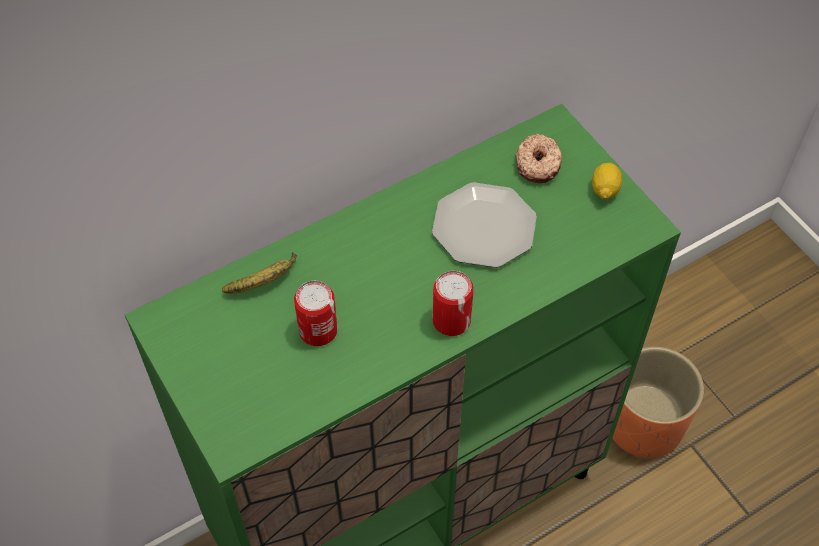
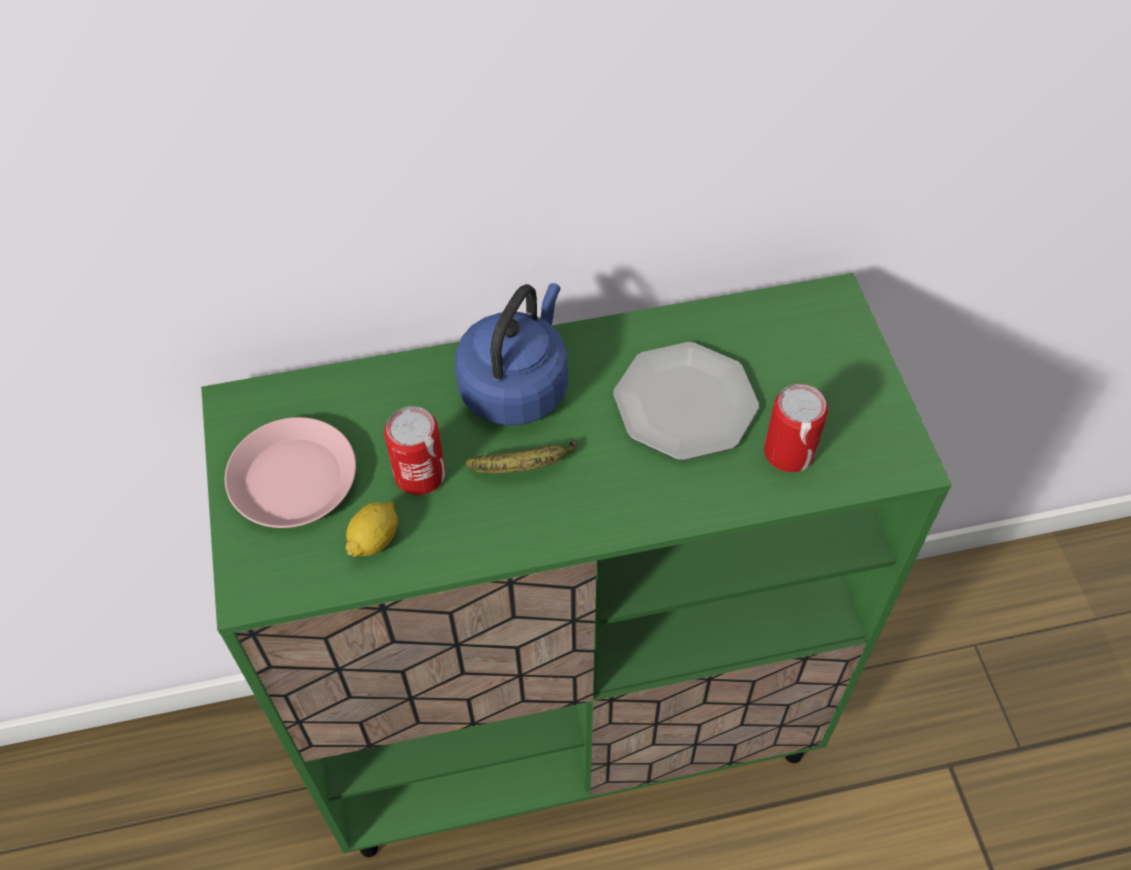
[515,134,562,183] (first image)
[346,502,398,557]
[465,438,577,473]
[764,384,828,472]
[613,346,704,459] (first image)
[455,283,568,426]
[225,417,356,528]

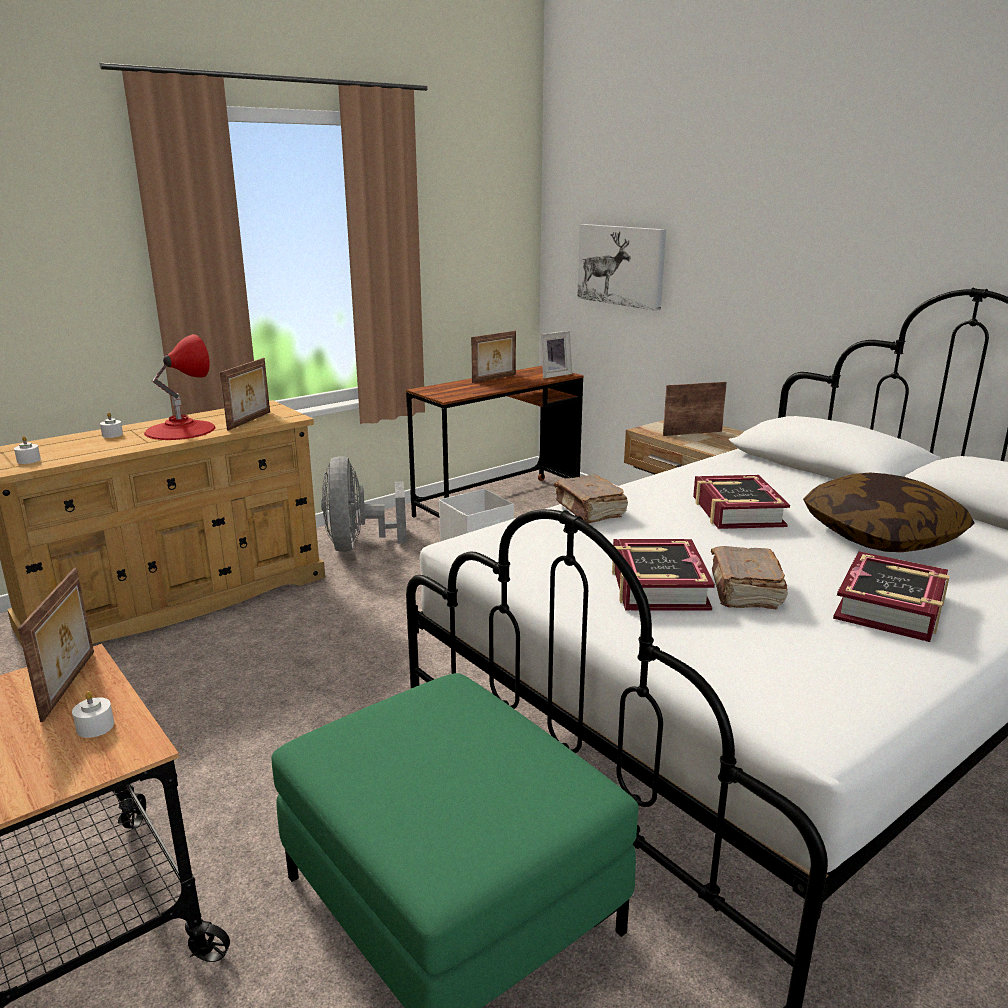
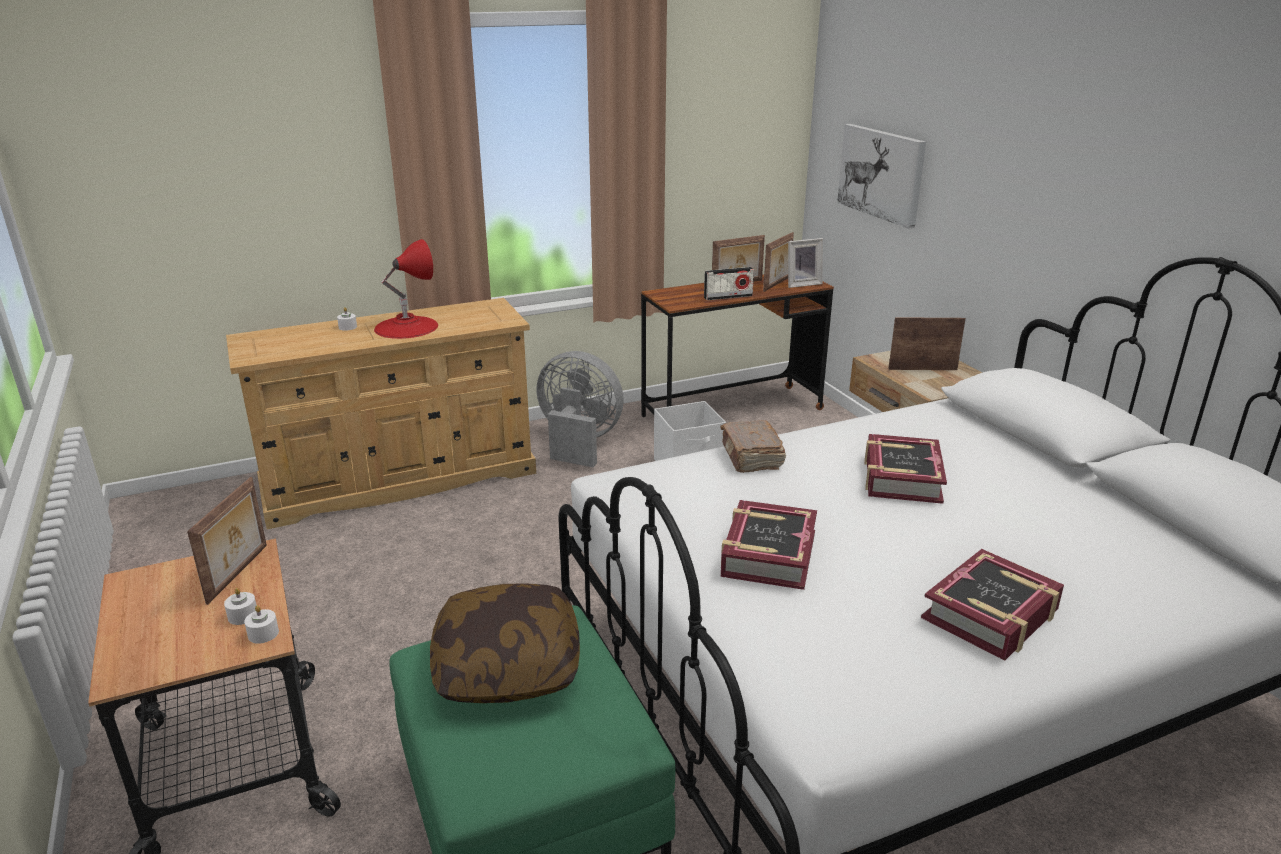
[763,232,794,292]
[244,605,279,644]
[537,351,624,467]
[430,583,580,703]
[711,546,788,609] (first image)
[704,267,754,300]

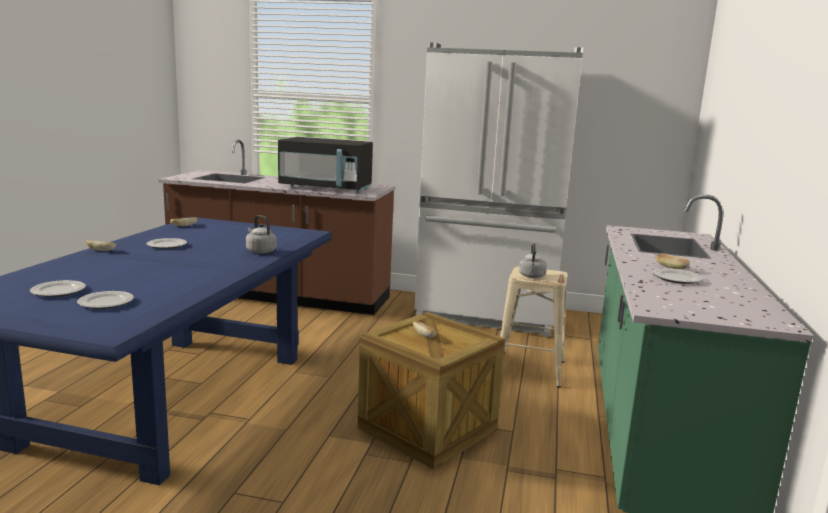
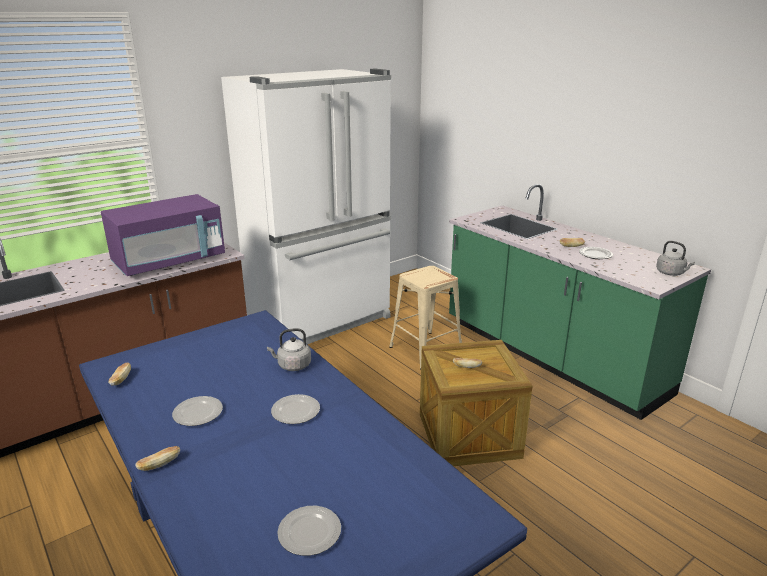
[101,194,225,276]
[656,241,695,276]
[271,394,320,424]

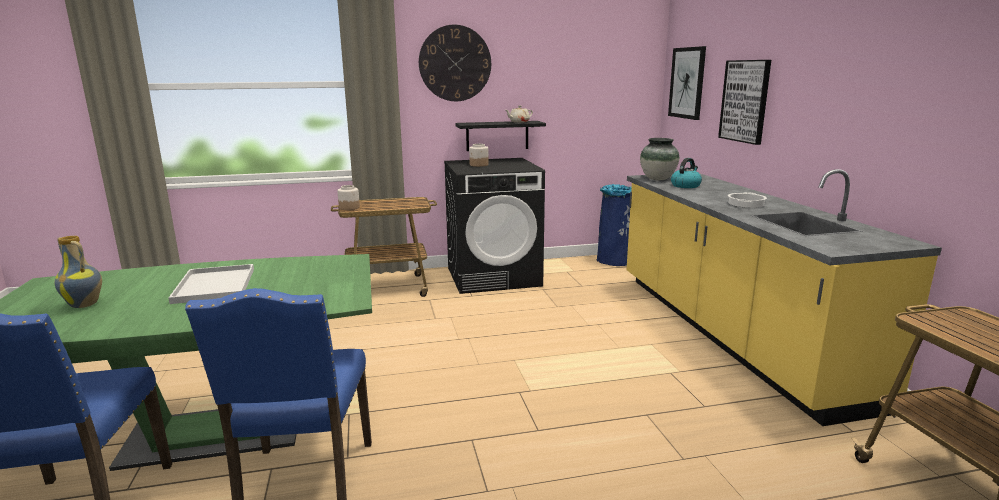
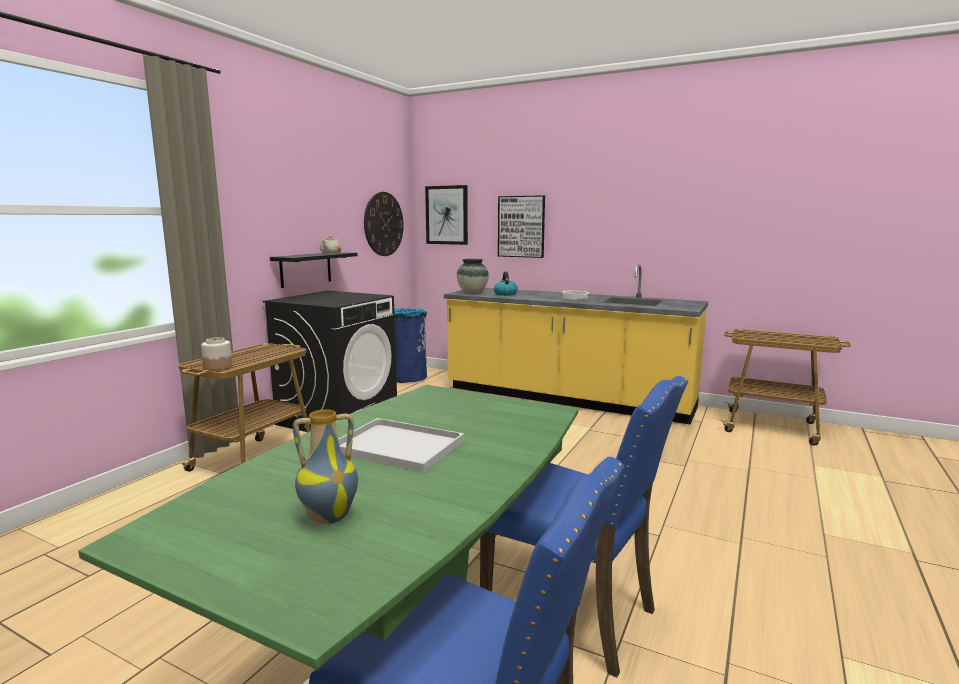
[364,192,404,256]
[469,144,489,167] (first image)

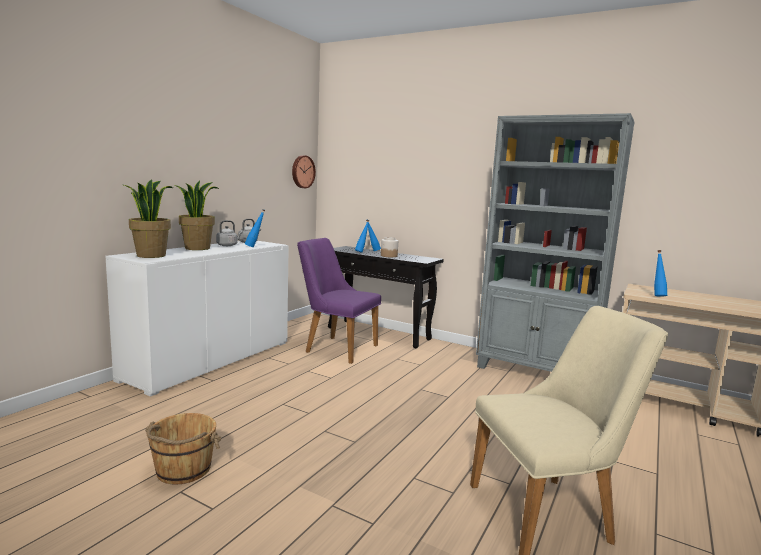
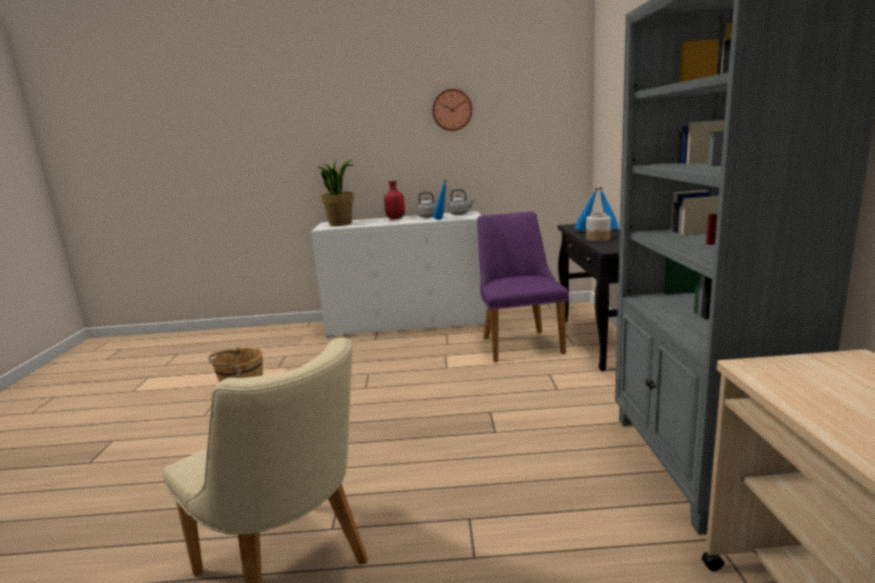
[432,89,472,131]
[384,181,405,219]
[654,250,667,297] (first image)

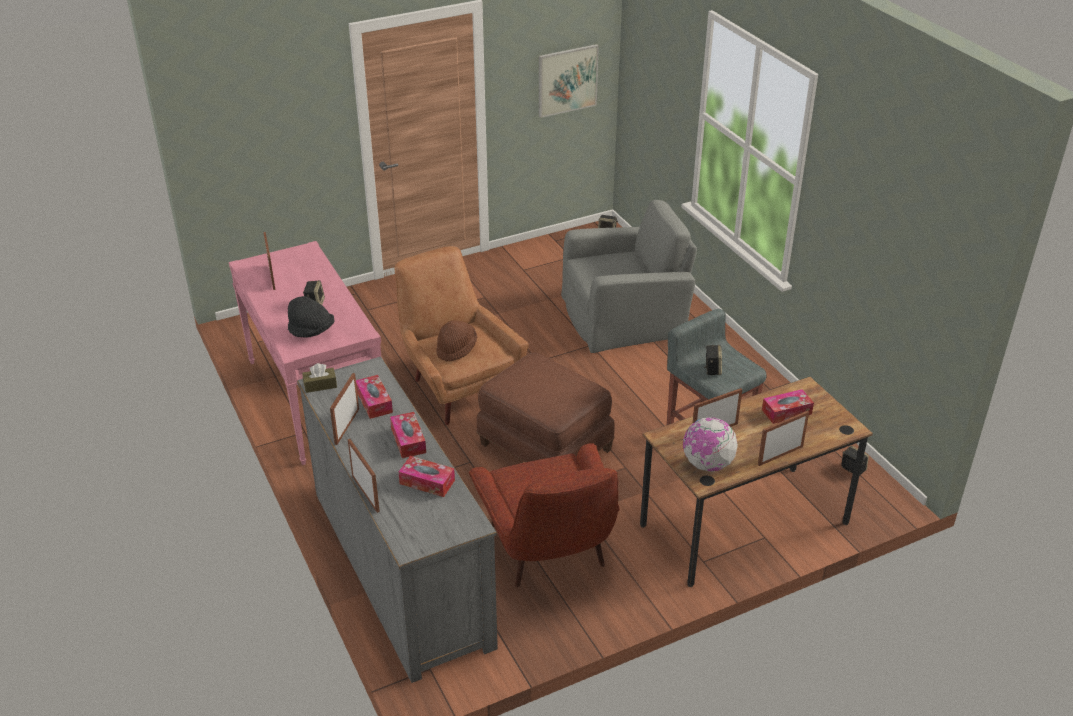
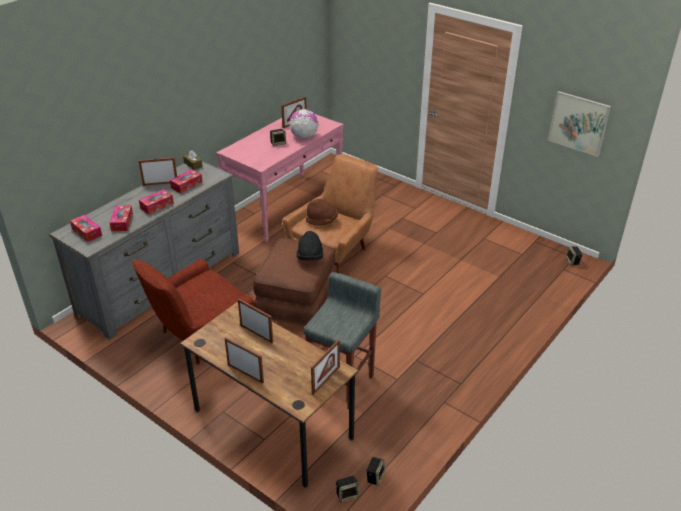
[561,200,697,353] (first image)
[297,231,323,260]
[336,476,359,502]
[70,215,102,242]
[289,109,319,139]
[311,340,340,395]

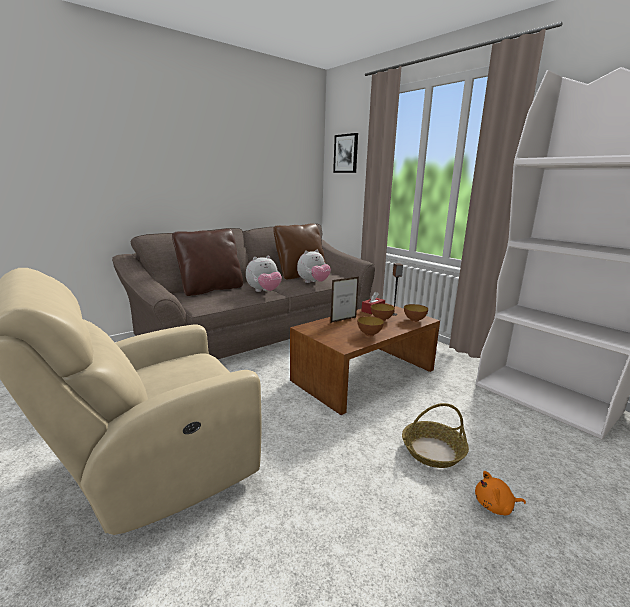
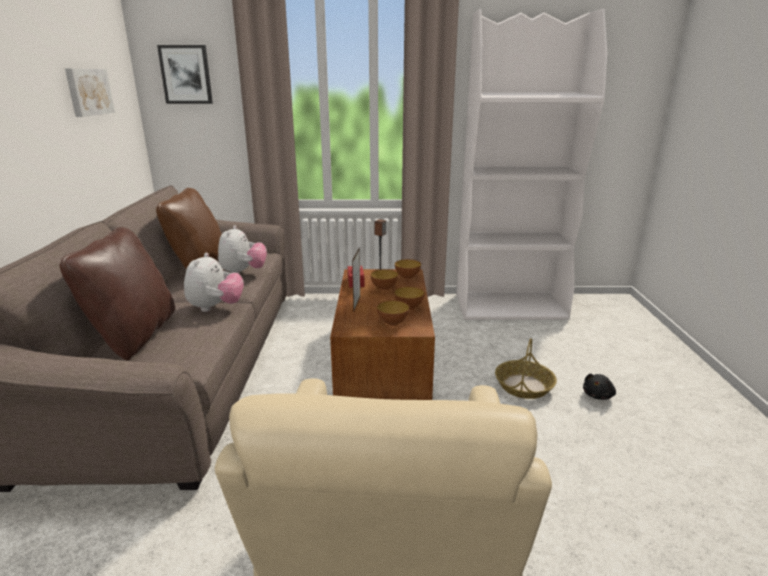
[583,374,616,400]
[65,69,115,117]
[377,300,409,326]

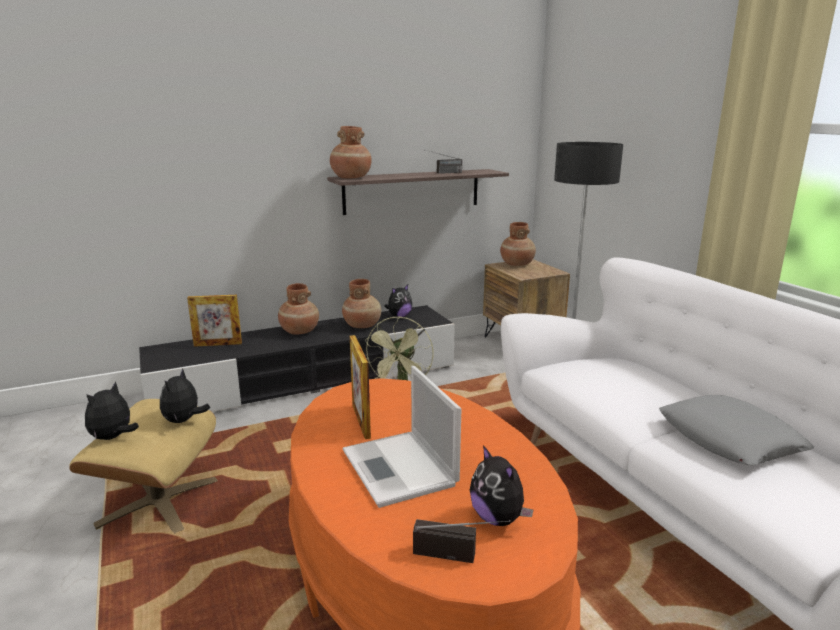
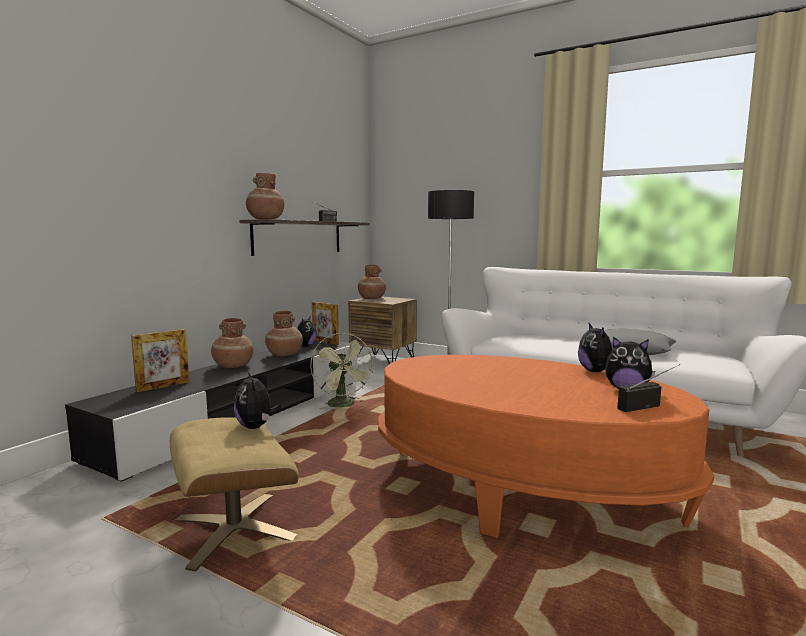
[312,302,339,345]
[342,366,461,508] (first image)
[578,323,612,372]

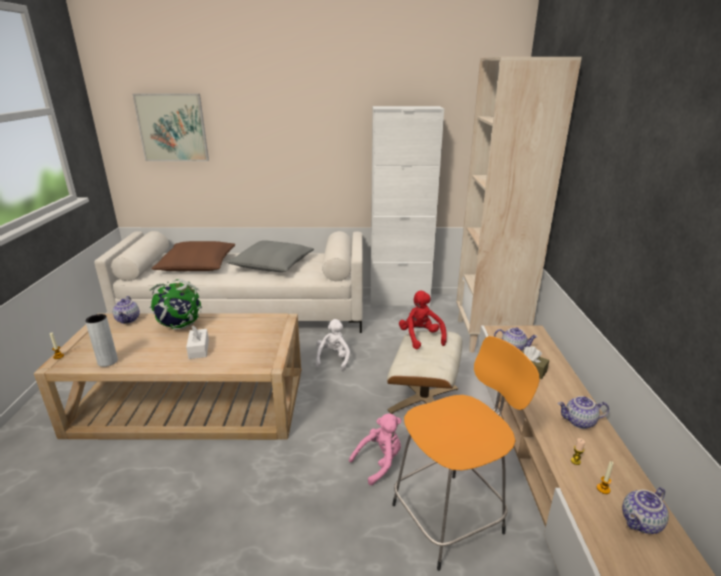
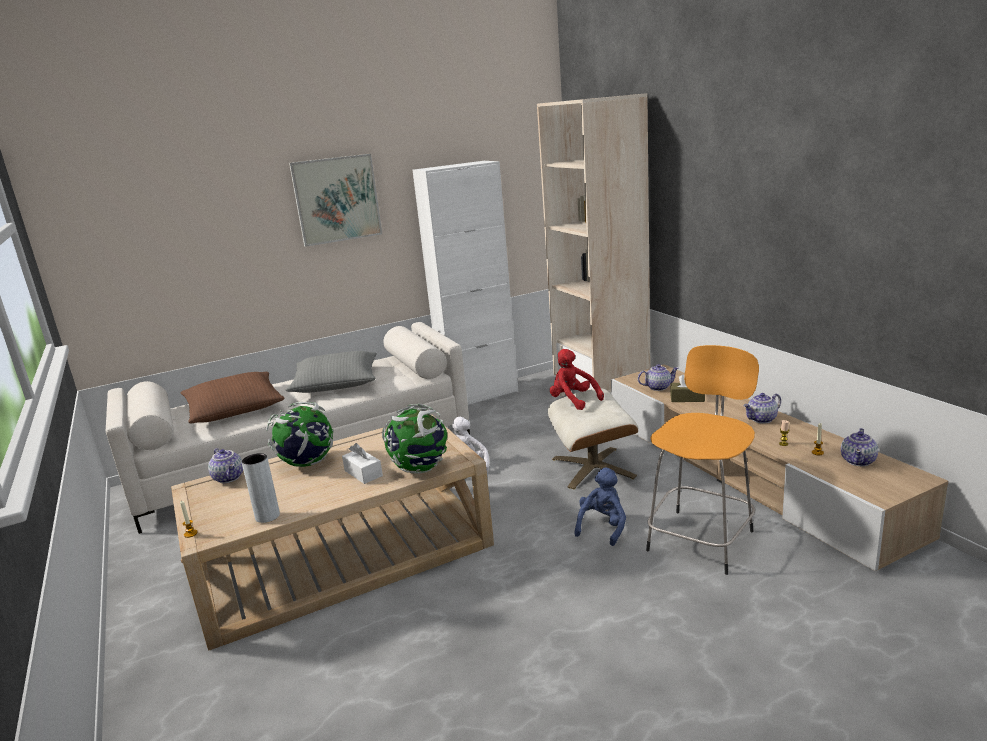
[289,154,382,247]
[575,467,626,546]
[382,403,447,474]

